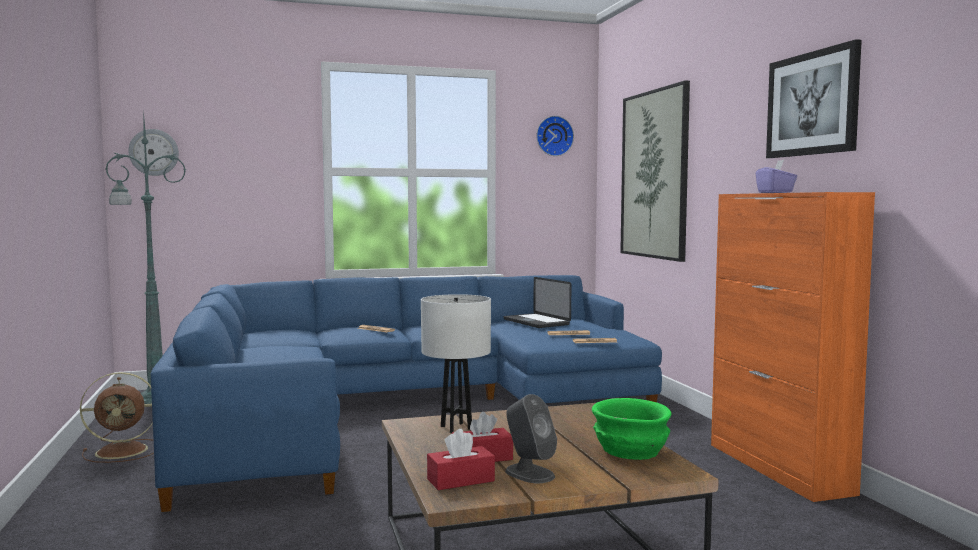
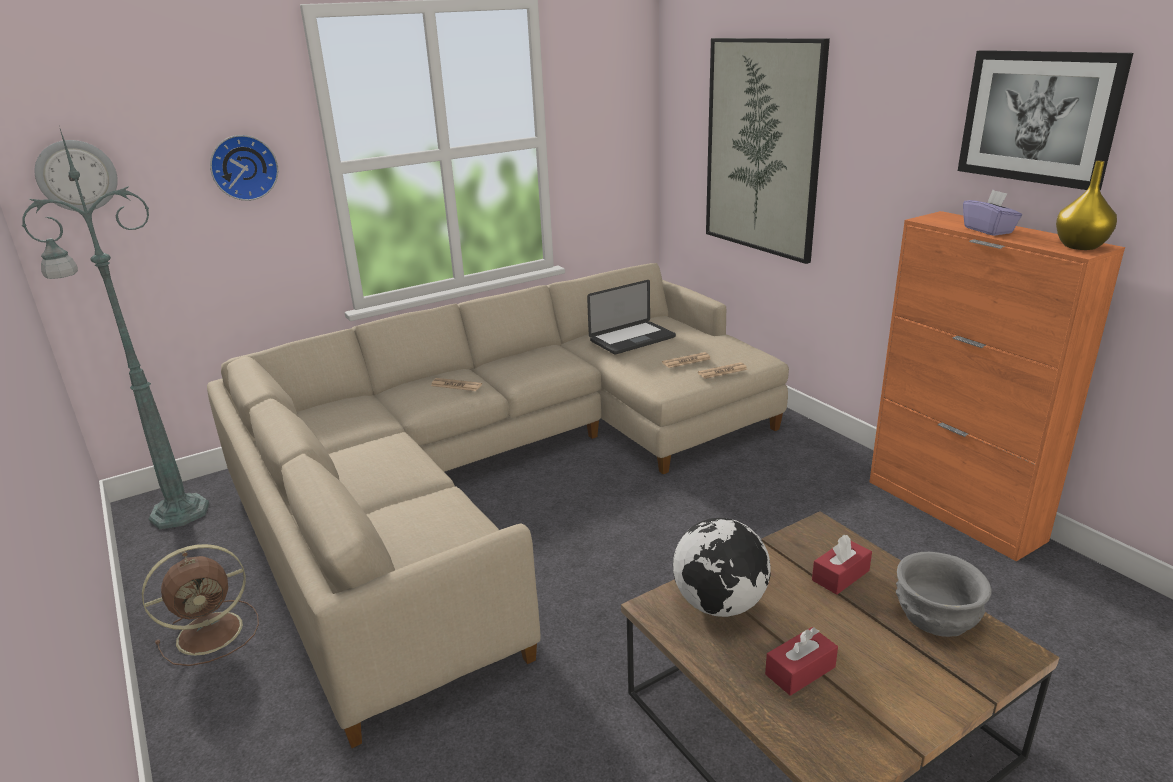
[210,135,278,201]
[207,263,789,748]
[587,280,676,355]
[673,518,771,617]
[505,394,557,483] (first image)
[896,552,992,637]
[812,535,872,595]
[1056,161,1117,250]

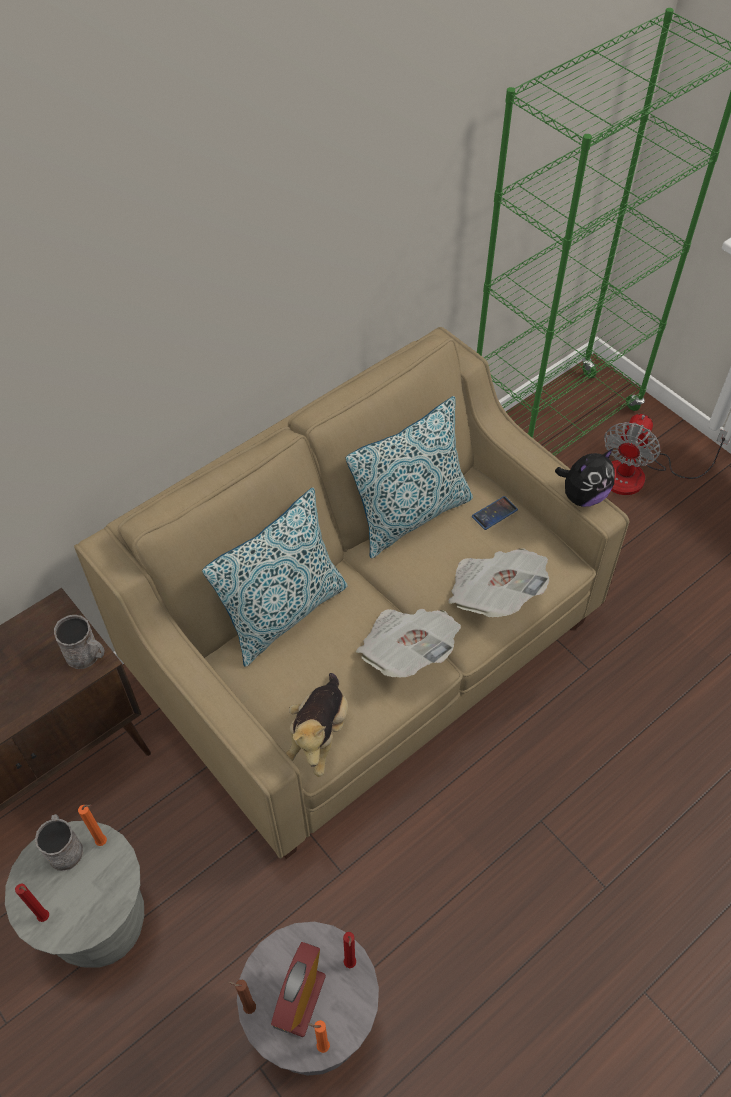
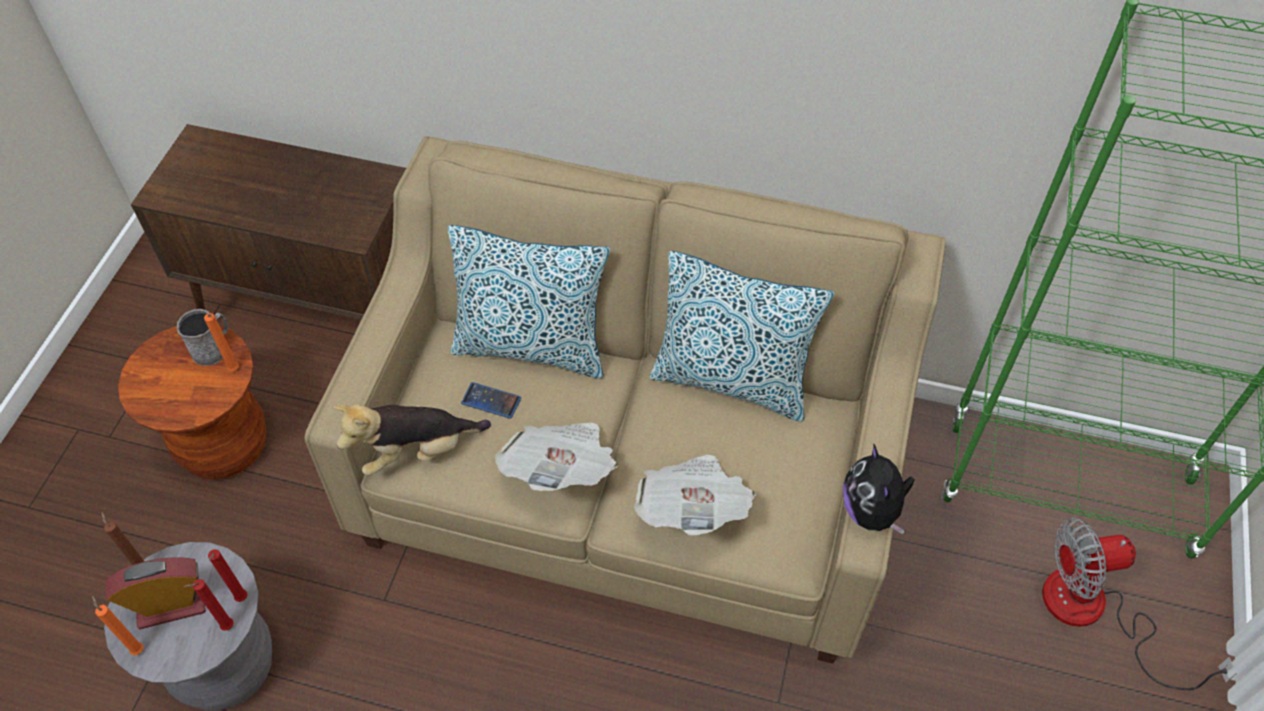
[843,443,915,534]
[461,382,521,419]
[54,615,105,669] (first image)
[118,326,266,479]
[208,549,247,602]

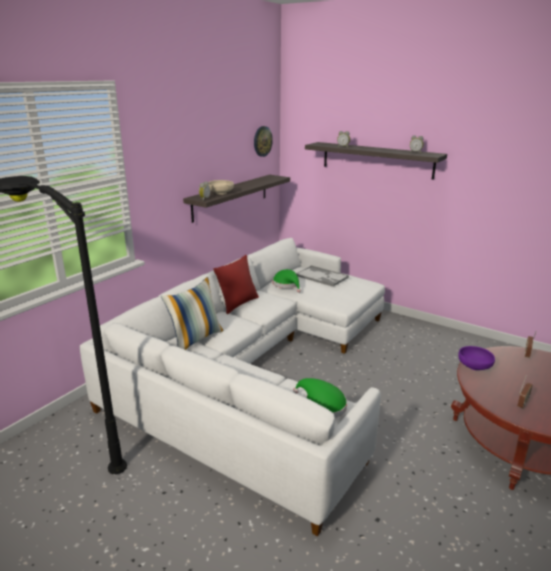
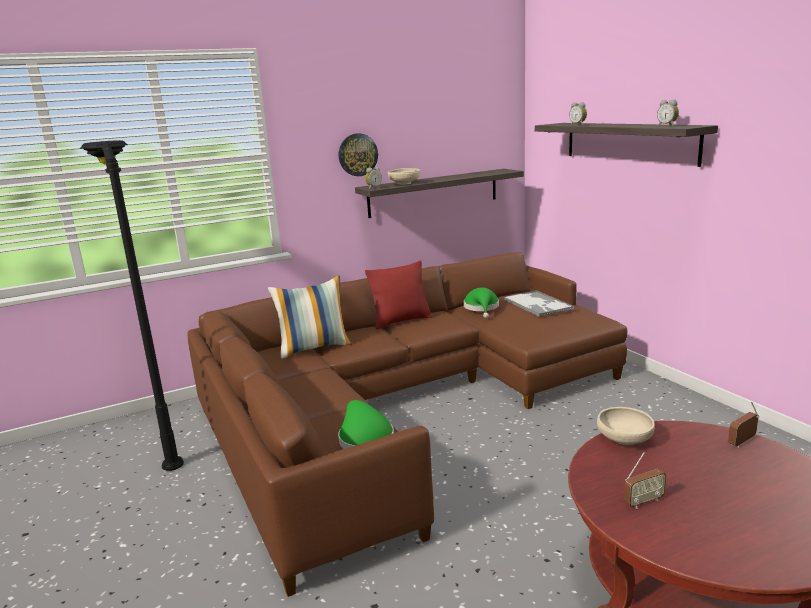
[339,133,378,176]
[187,252,627,597]
[597,407,655,445]

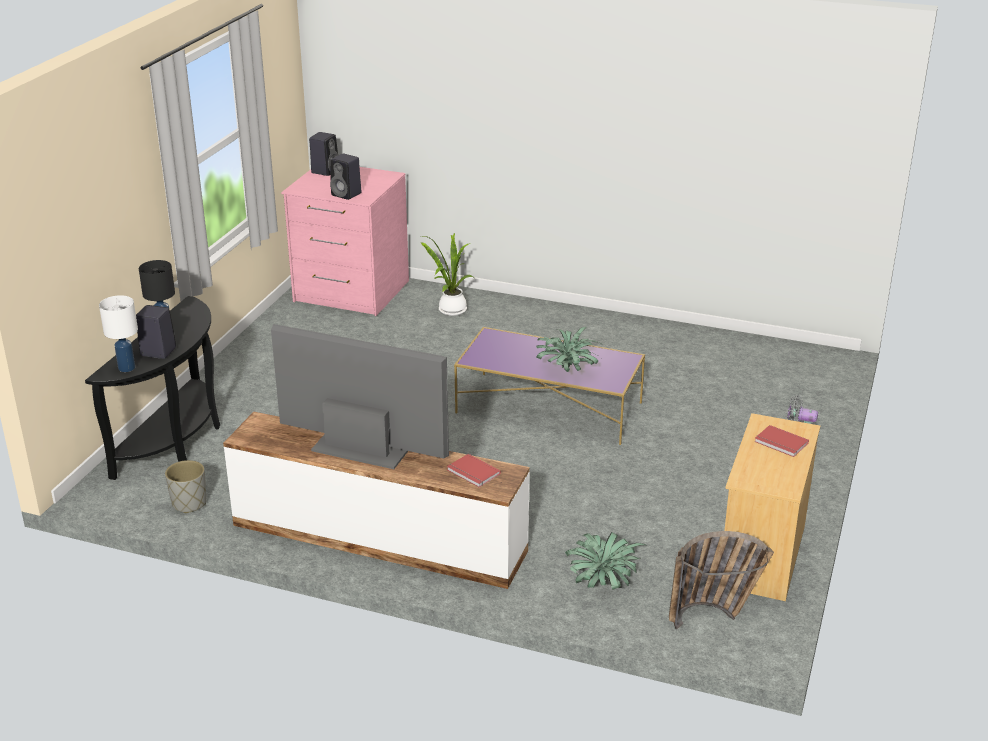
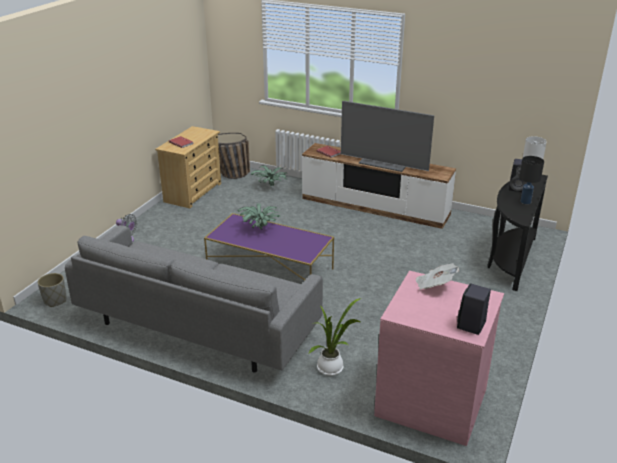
[416,263,459,290]
[37,273,66,307]
[65,225,323,373]

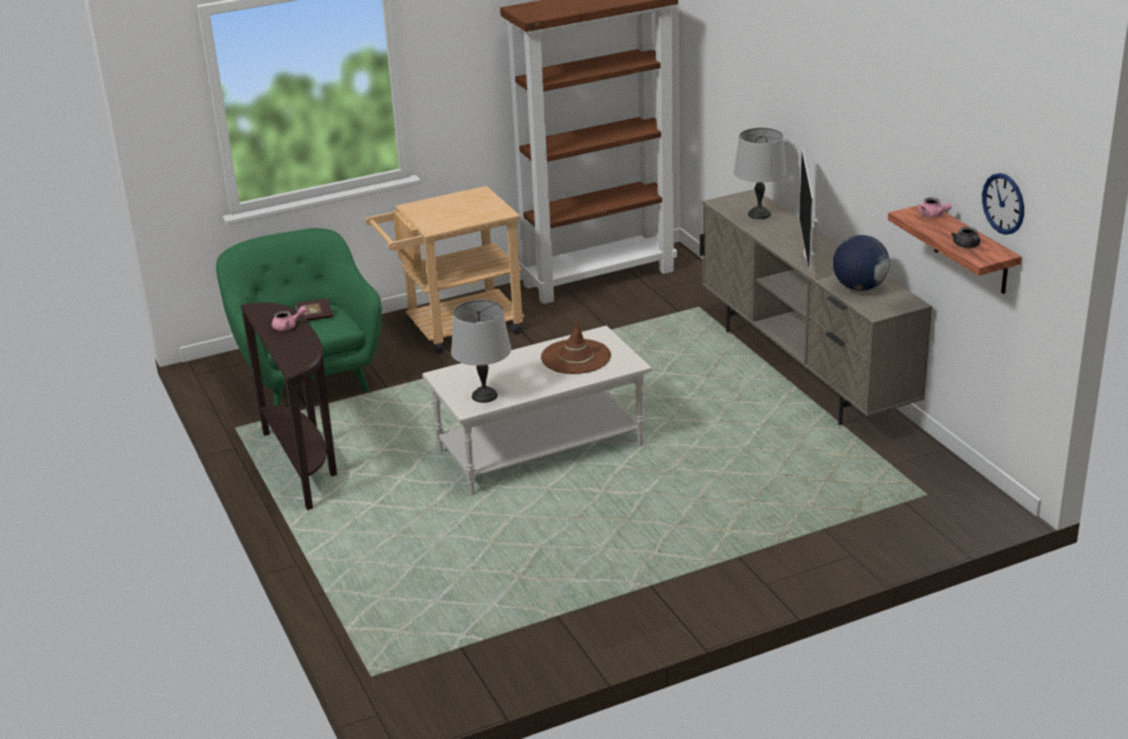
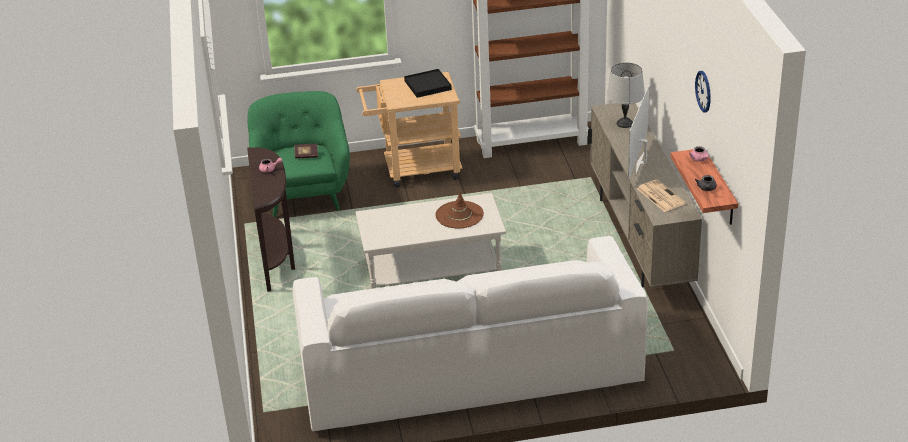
[695,71,711,113]
[637,180,686,212]
[451,300,511,403] (first image)
[404,69,452,98]
[293,236,648,431]

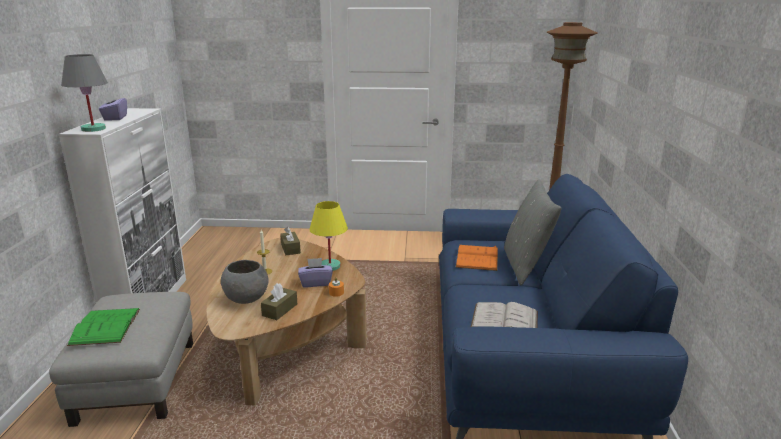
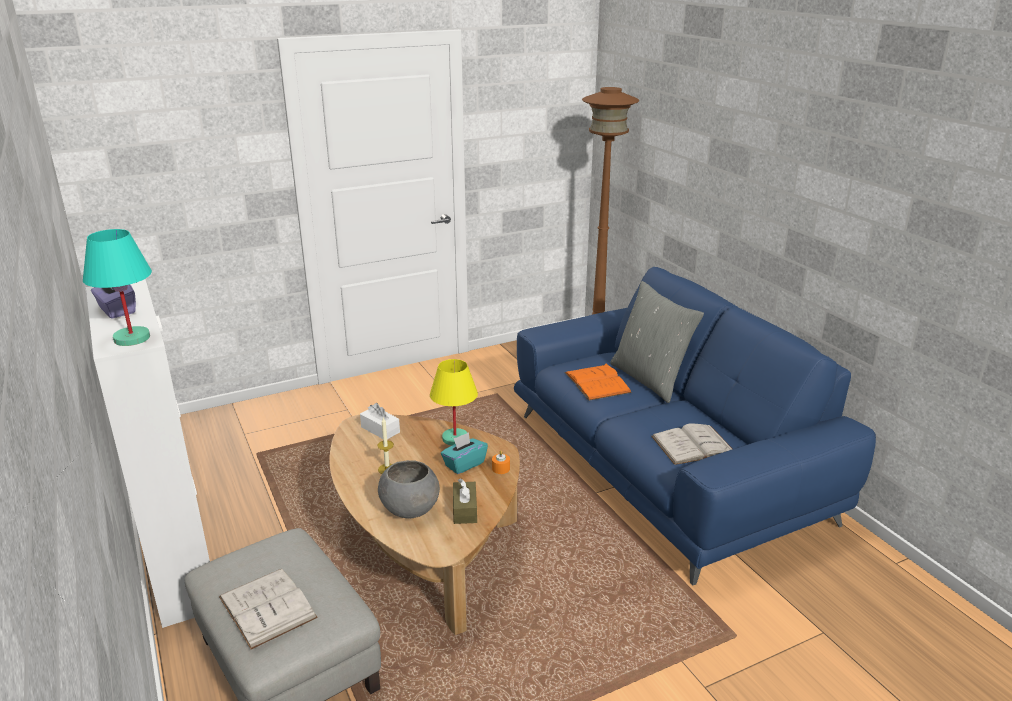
[83,229,152,346]
[360,403,400,439]
[441,432,488,474]
[219,569,318,650]

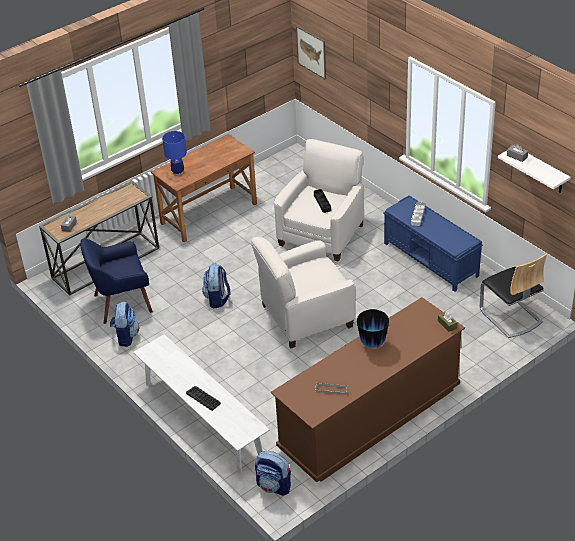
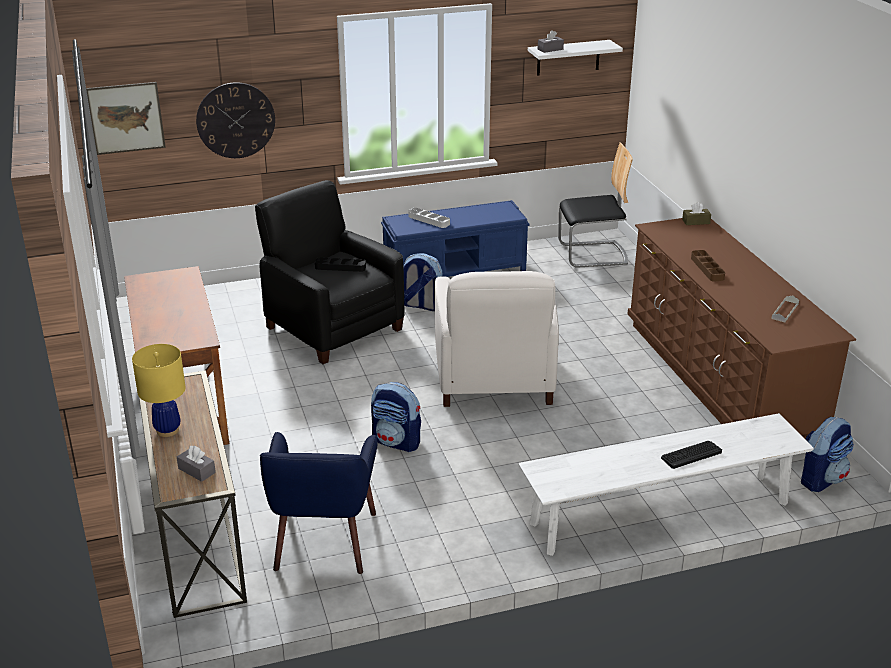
[162,131,187,176] (first image)
[255,180,405,364]
[403,253,443,311]
[691,250,725,282]
[196,82,275,158]
[132,344,186,437]

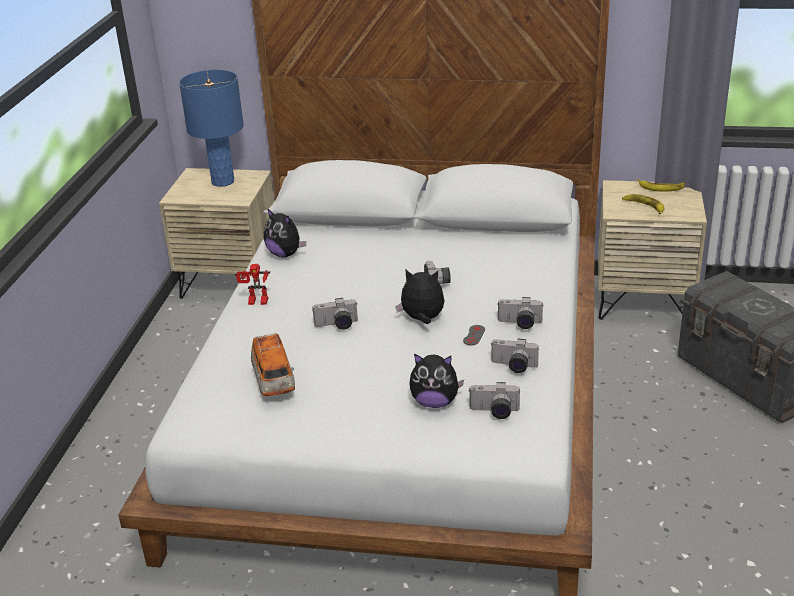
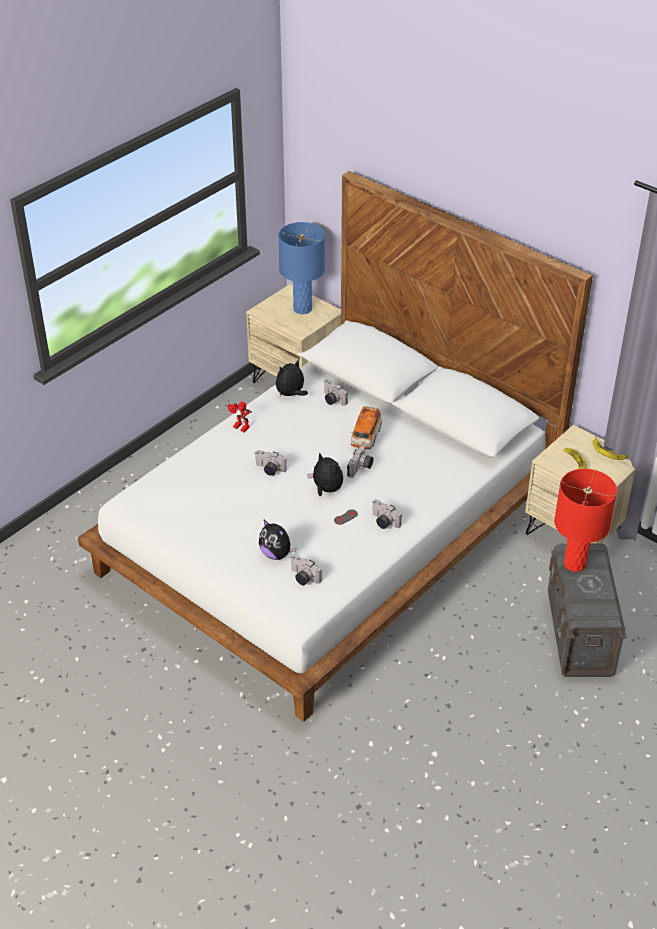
[276,360,308,396]
[351,406,382,449]
[324,379,348,406]
[554,469,617,572]

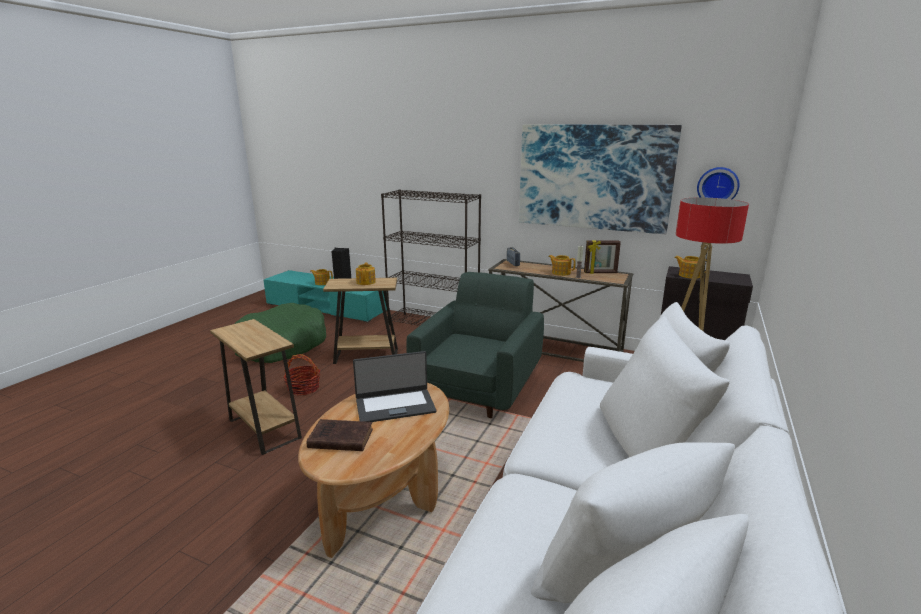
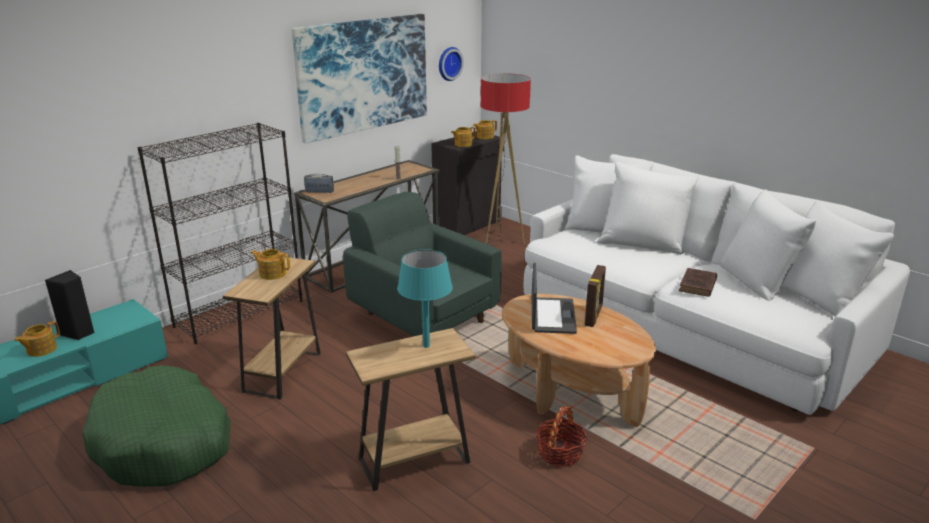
[585,265,606,327]
[473,120,497,139]
[536,406,588,467]
[679,268,717,297]
[397,249,453,348]

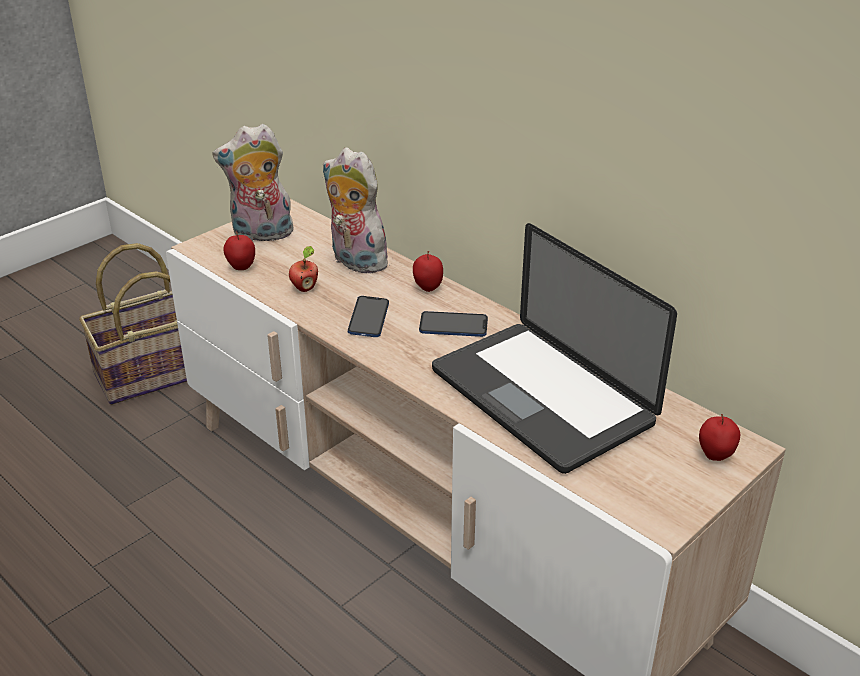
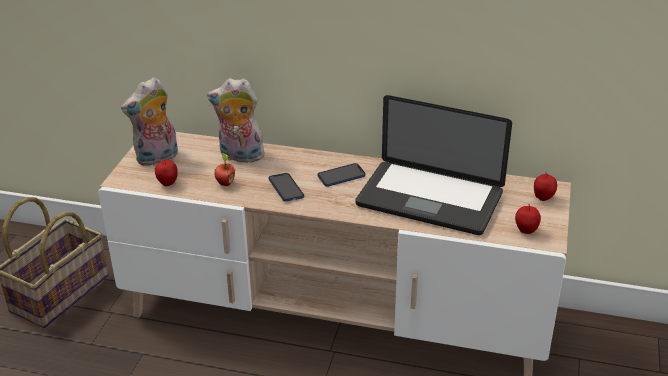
[515,204,541,234]

